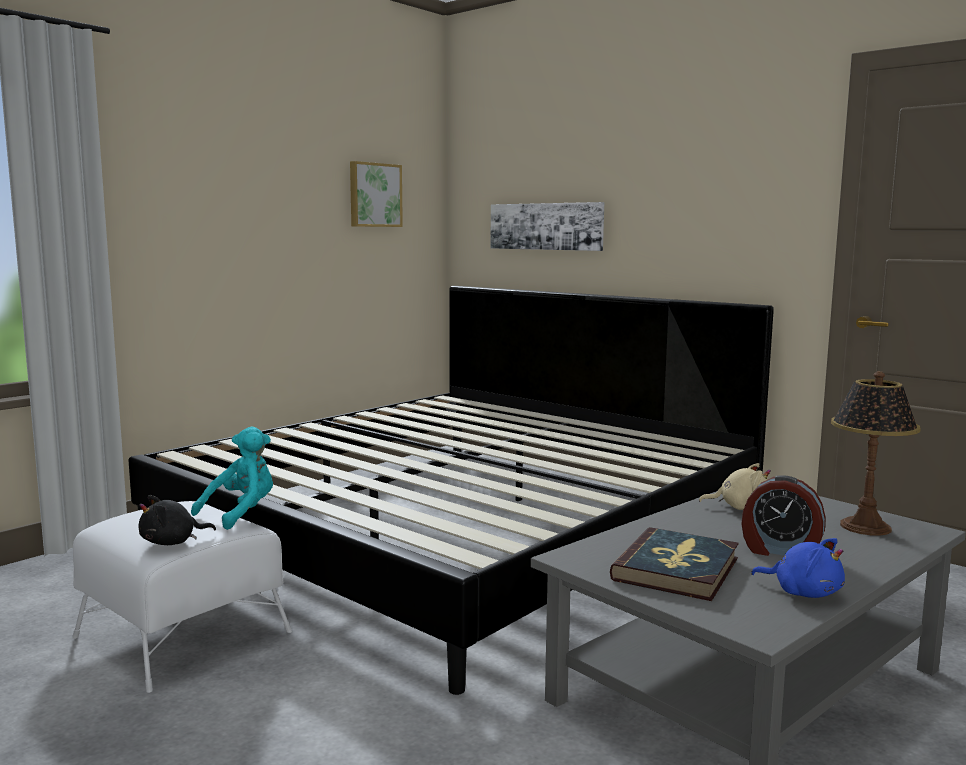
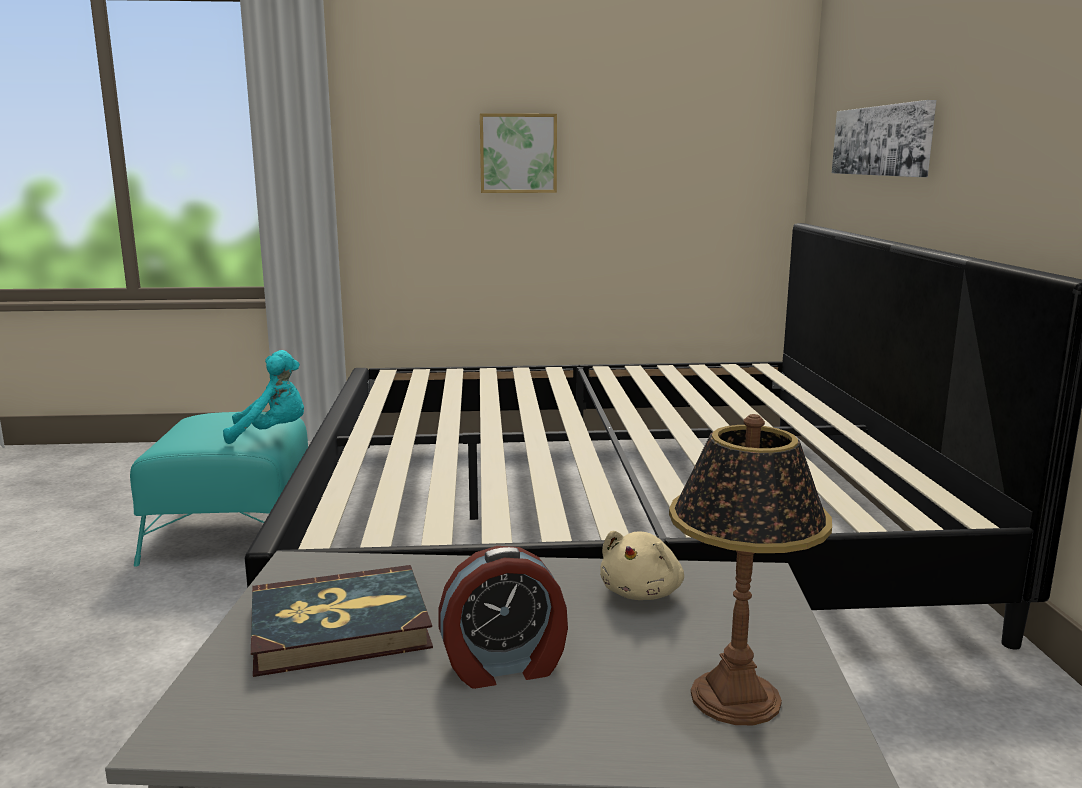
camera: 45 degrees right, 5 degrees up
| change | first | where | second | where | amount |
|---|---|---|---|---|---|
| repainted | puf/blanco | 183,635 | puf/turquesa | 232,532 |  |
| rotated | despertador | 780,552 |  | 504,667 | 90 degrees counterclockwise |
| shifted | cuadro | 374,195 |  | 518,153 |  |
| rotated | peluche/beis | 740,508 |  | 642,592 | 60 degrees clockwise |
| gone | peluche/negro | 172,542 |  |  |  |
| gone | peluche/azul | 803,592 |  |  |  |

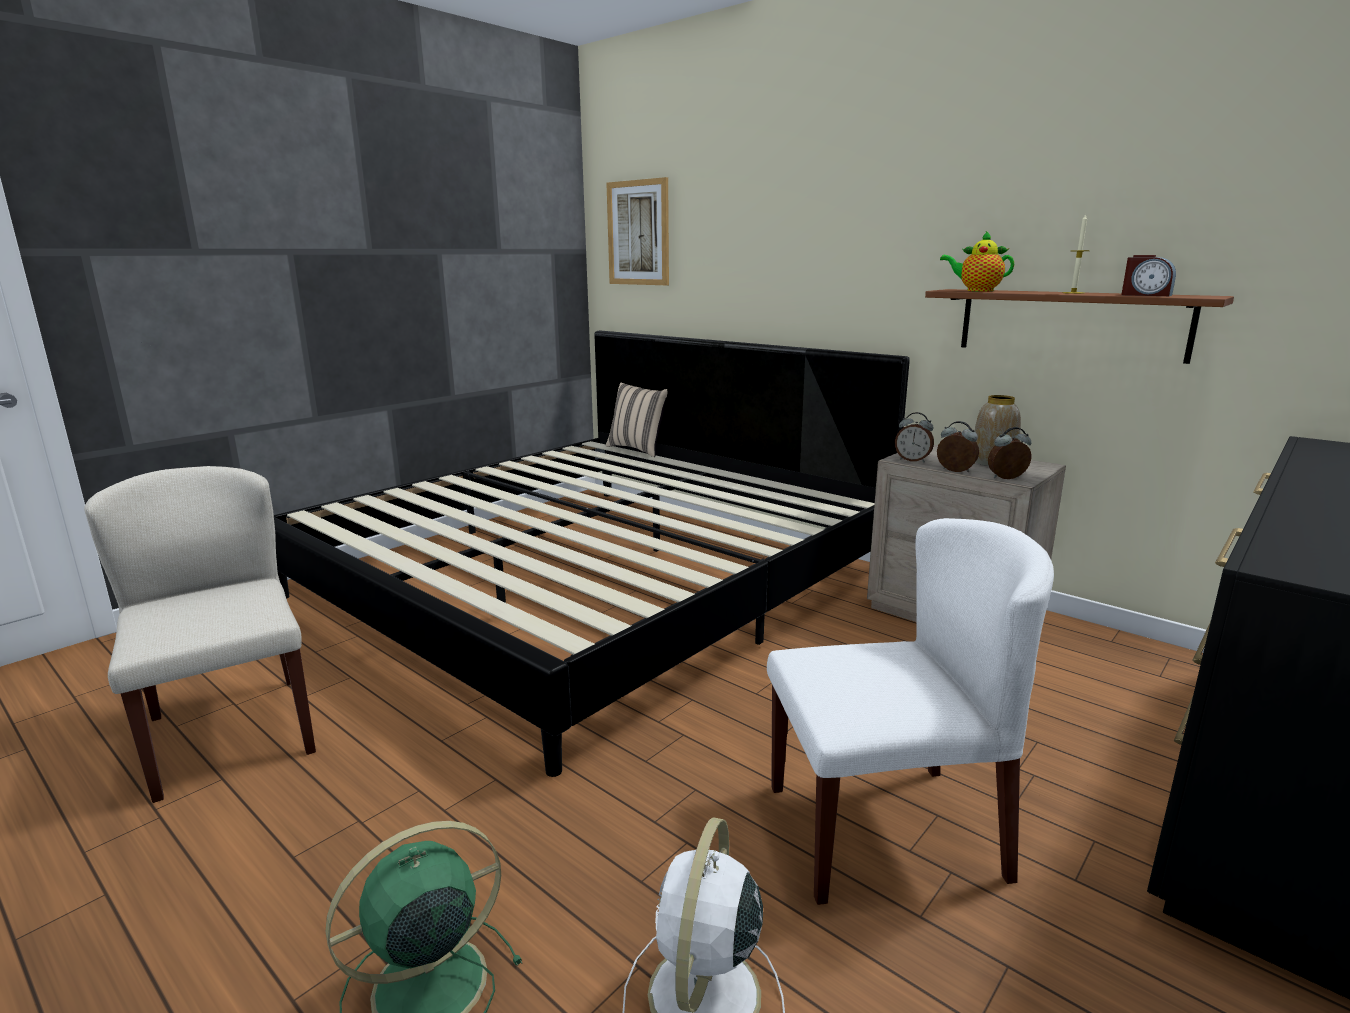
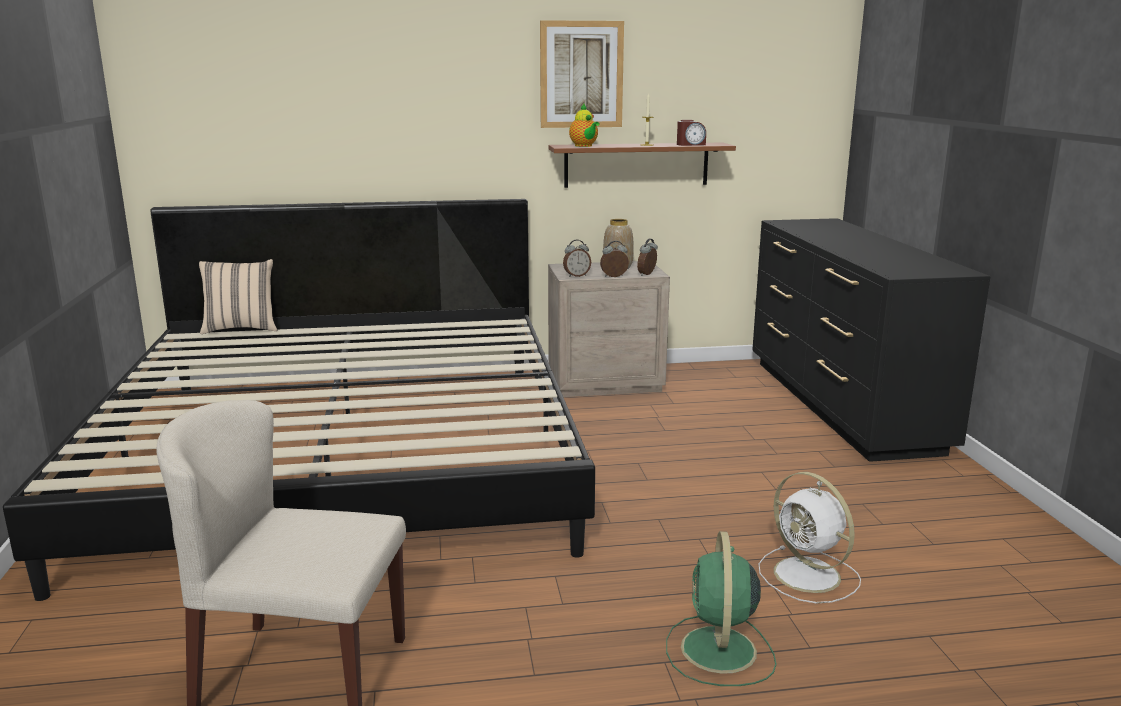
camera: 50 degrees left, 0 degrees up
| change | first | where | second | where | amount |
|---|---|---|---|---|---|
| shifted | cuadro | 638,233 |  | 581,74 |  |
| rotated | tetera | 976,290 |  | 584,146 | 90 degrees counterclockwise |
| gone | silla/blanco | 885,829 |  |  |  |

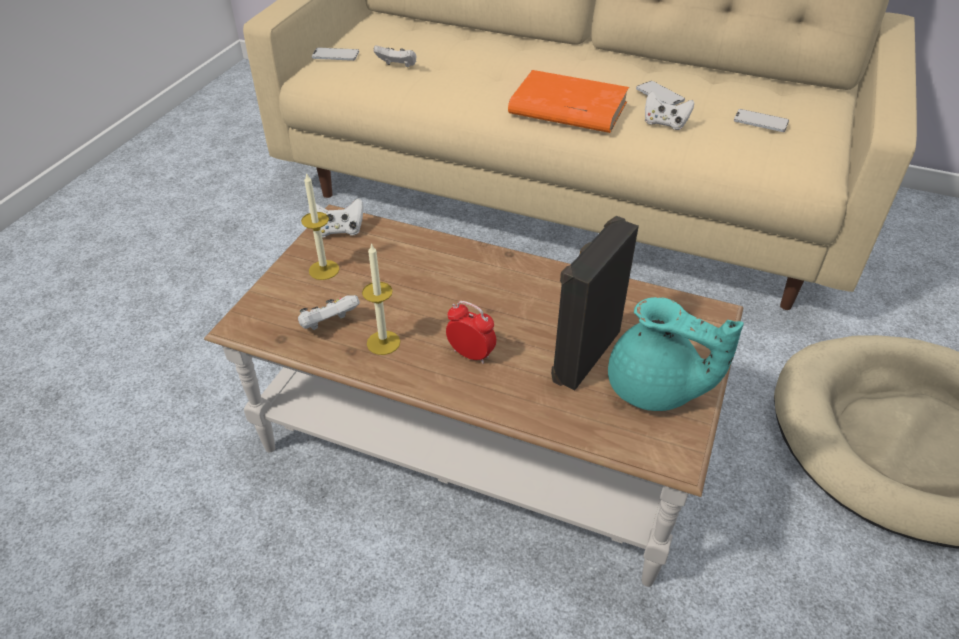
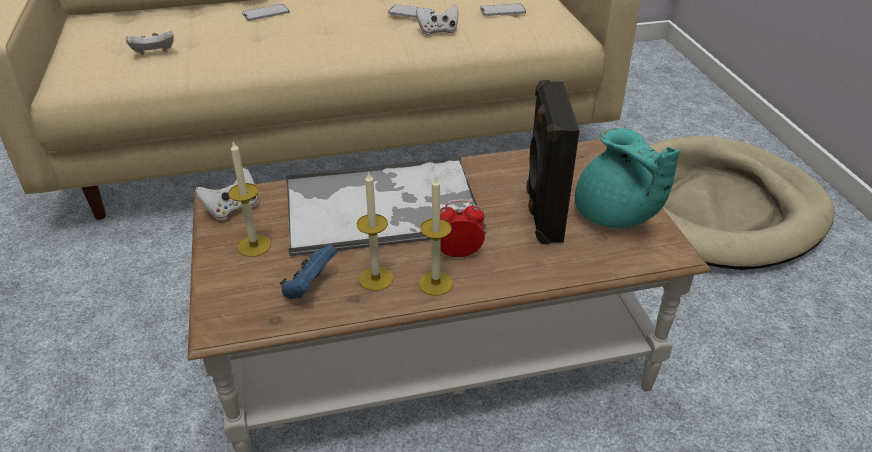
camera: 35 degrees left, 5 degrees down
| change | first | where | second | where | amount |
|---|---|---|---|---|---|
| shifted | móvil | 335,55 |  | 266,13 |  |
| repainted | mando de consola/blanco | 329,324 | mando de consola/azul | 309,287 |  |
| new |  |  | bandeja | 384,207 |  |
| new |  |  | vela | 435,283 |  |
| rotated | tetera/turquesa | 655,389 |  | 614,216 | 60 degrees clockwise |
| gone | libro/naranja | 567,108 |  |  |  |

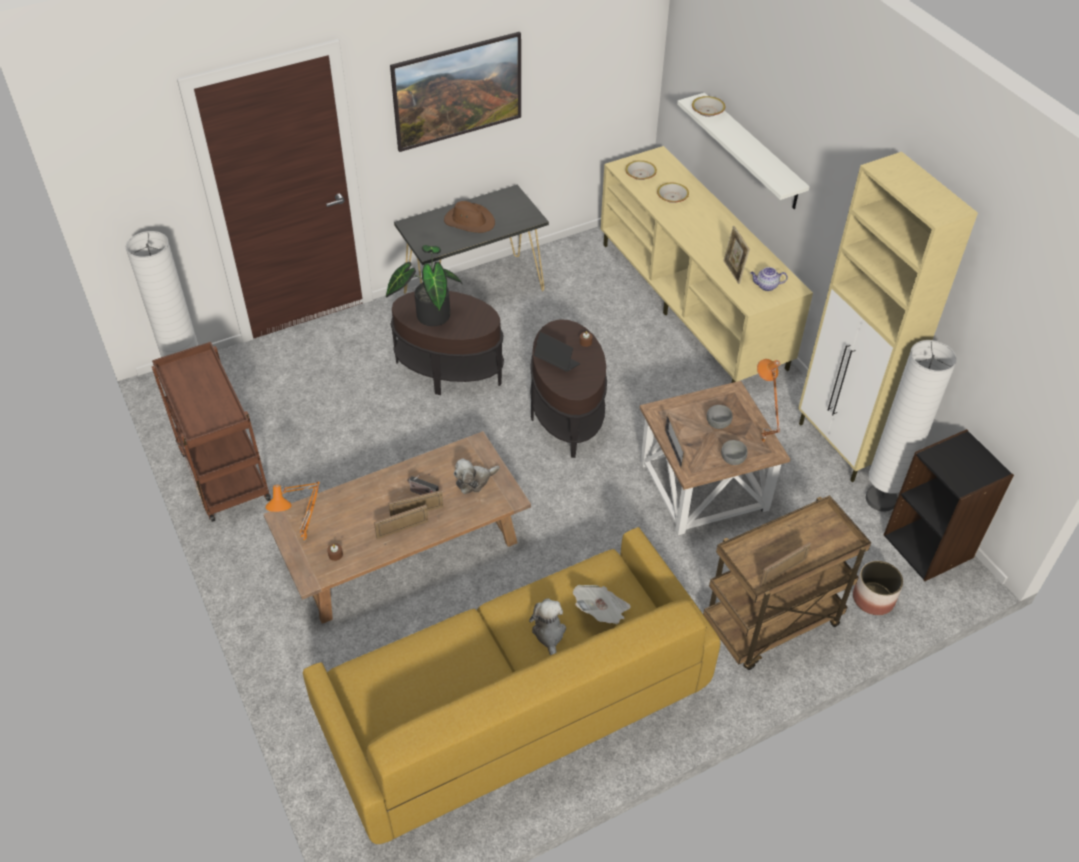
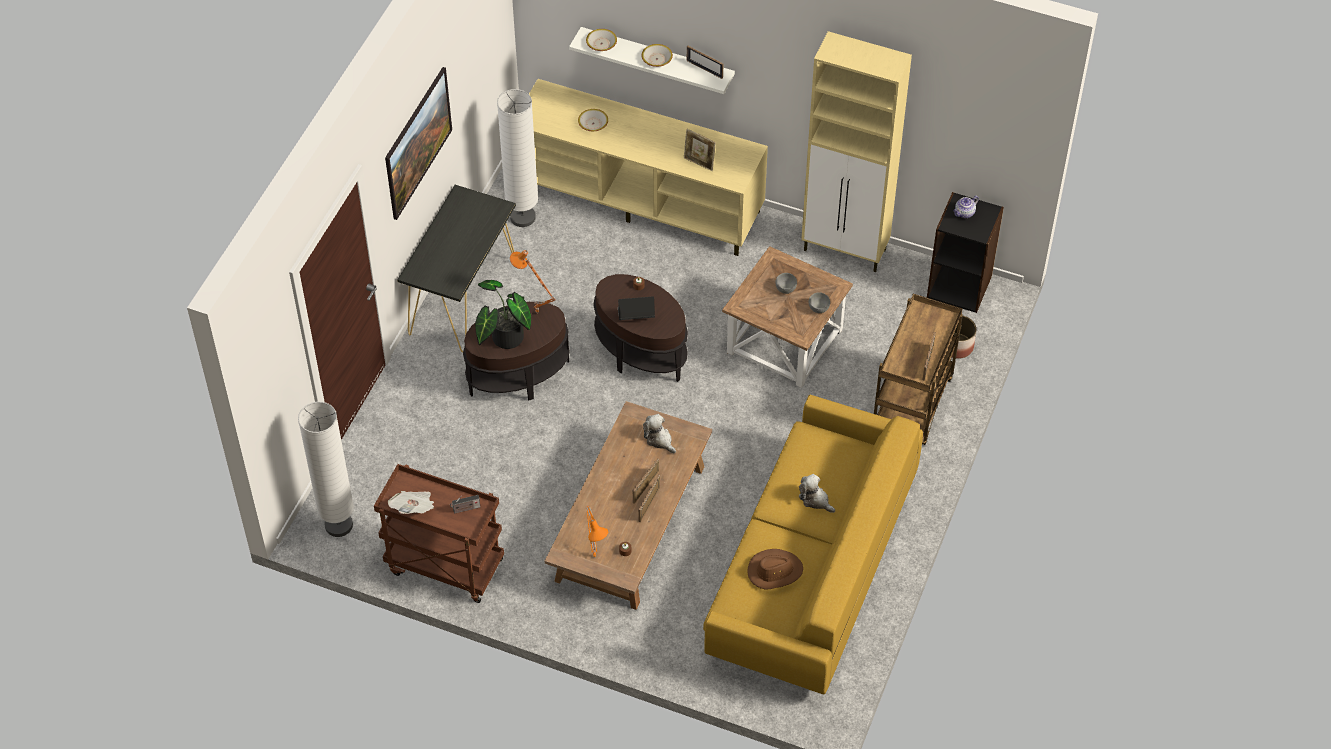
camera: 40 degrees left, 5 degrees up
| change | first | where | second | where | amount |
|---|---|---|---|---|---|
| shifted | periódico | 601,612 |  | 414,508 |  |
| shifted | radio | 423,494 |  | 465,509 |  |
| shifted | lámpara de pie/blanco | 880,499 |  | 522,217 |  |
| shifted | lámpara de mesa/naranja | 760,442 |  | 535,313 |  |
| shifted | cuenco | 640,174 |  | 656,59 |  |
| rotated | peluche | 474,481 |  | 659,439 | 120 degrees clockwise |
| shifted | portarretratos | 673,449 |  | 704,69 |  |
| shifted | sombrero/marrón | 469,221 |  | 774,571 |  |
| shifted | tetera | 766,286 |  | 964,213 |  |

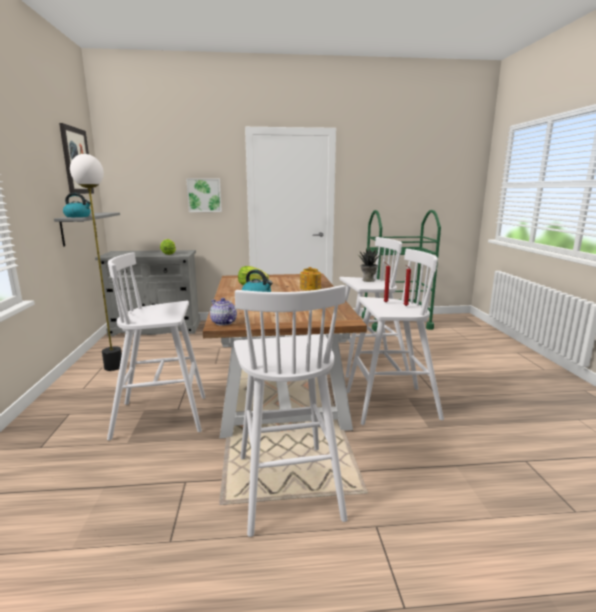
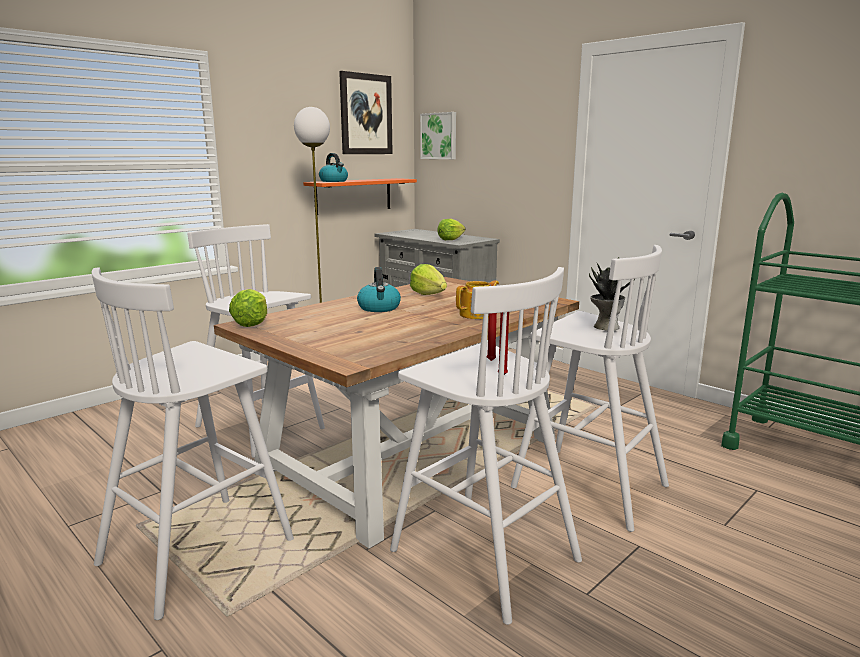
camera: 50 degrees right, 0 degrees up
| change | first | where | second | where | amount |
|---|---|---|---|---|---|
| swapped | tetera | 223,322 | lechuga | 252,323 |  |
| repainted | estante/gris | 79,228 | estante/naranja | 353,196 |  |
| shifted | cuadro | 204,195 |  | 439,136 |  |

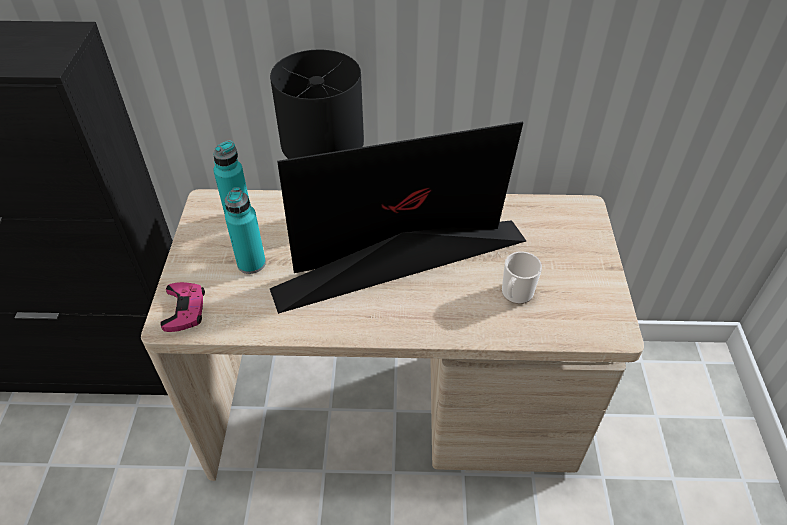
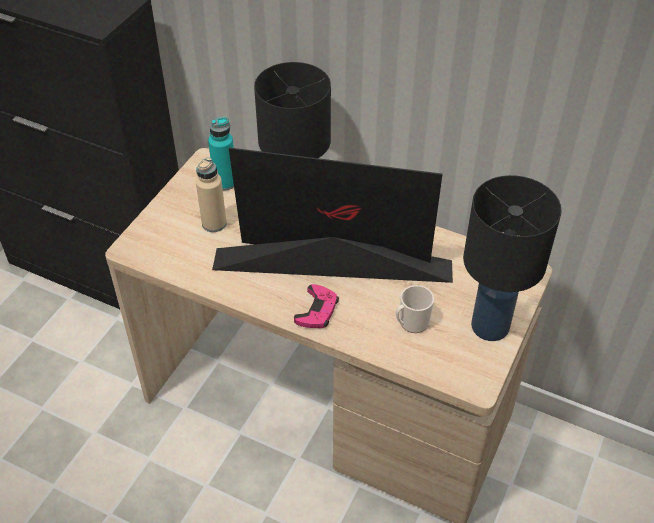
camera: 25 degrees right, 0 degrees up
| change | first | where | second | where | amount |
|---|---|---|---|---|---|
| repainted | botella/turquesa | 251,263 | botella/beis | 214,223 |  |
| shifted | mando de consola/rosa | 185,309 |  | 317,310 |  |
| new |  |  | lámpara de mesa/negro | 490,327 |  |

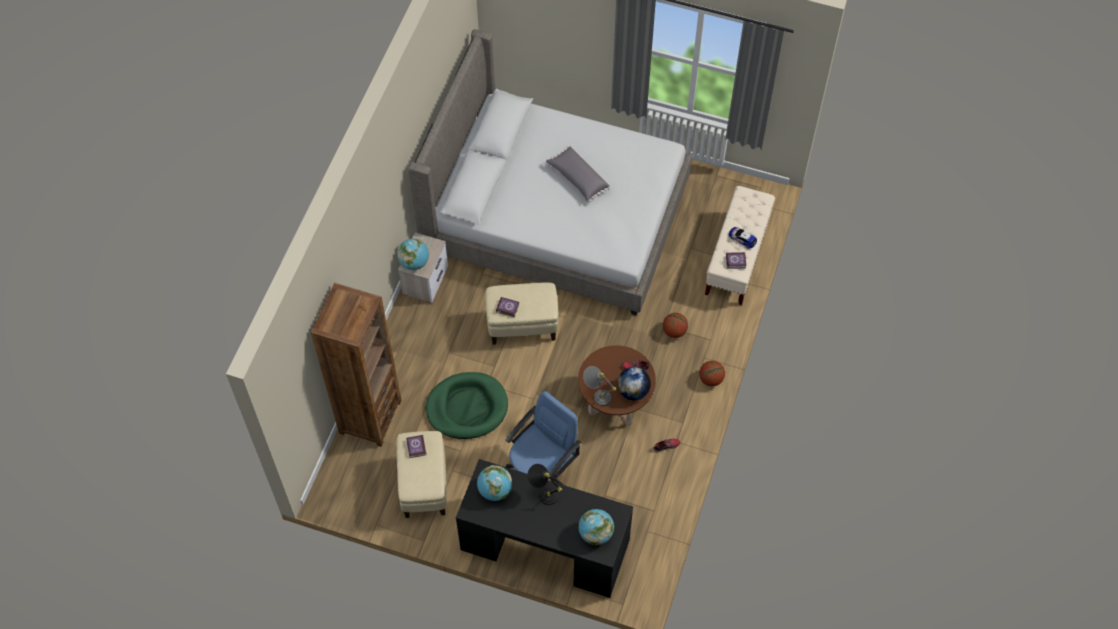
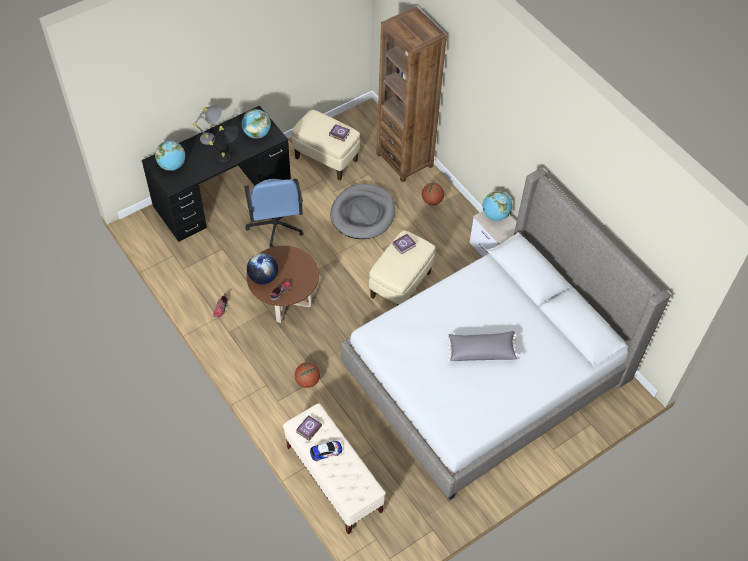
camera: 125 degrees right, 5 degrees down
| change | first | where | second | where | amount |
|---|---|---|---|---|---|
| shifted | lámpara de mesa/gris | 596,395 |  | 213,137 |  |
| repainted | cama para perro/verde | 467,407 | cama para perro/gris | 363,214 |  |
| shifted | balón de baloncesto | 711,379 |  | 432,201 |  |

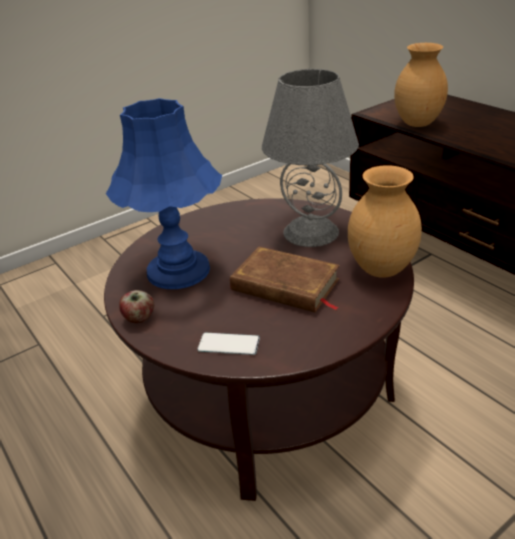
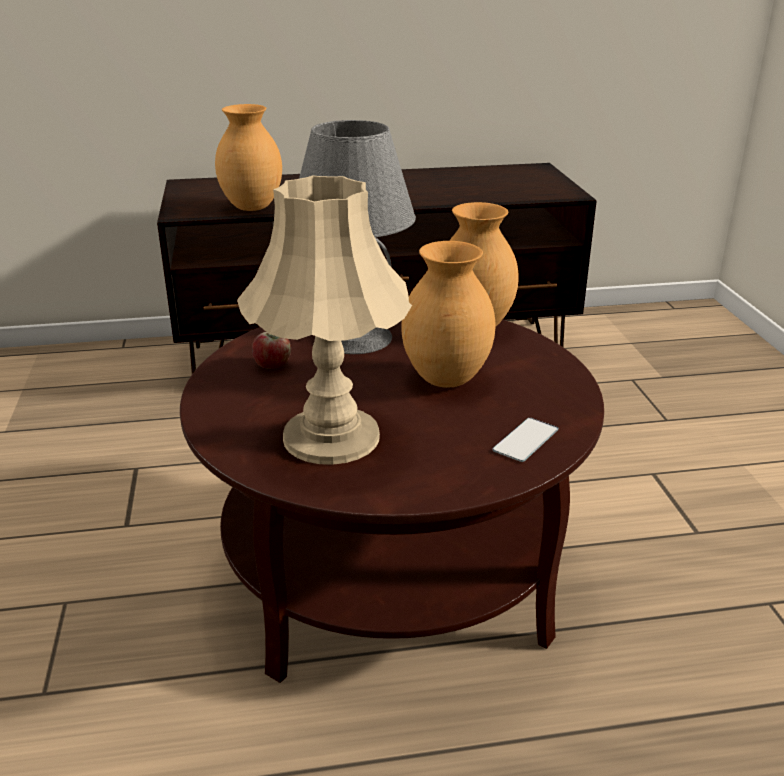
camera: 65 degrees left, 5 degrees down
| change | first | where | second | where | amount |
|---|---|---|---|---|---|
| repainted | lámpara de mesa/azul | 179,270 | lámpara de mesa/beis | 331,436 |  |
| shifted | manzana | 139,318 |  | 273,365 |  |
| swapped | libro/marrón | 285,285 | florero/marrón | 447,380 |  |

